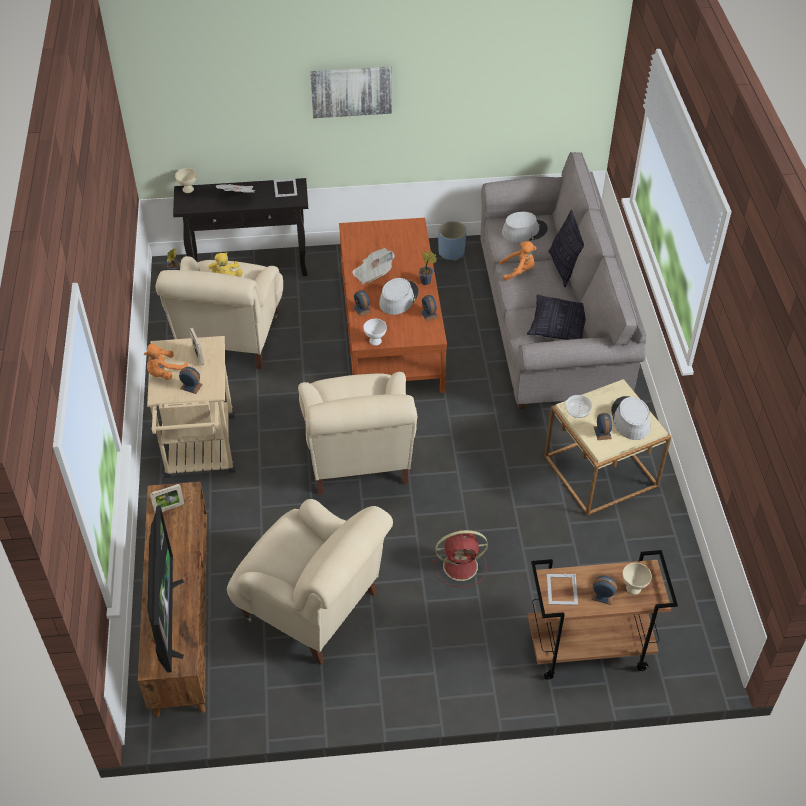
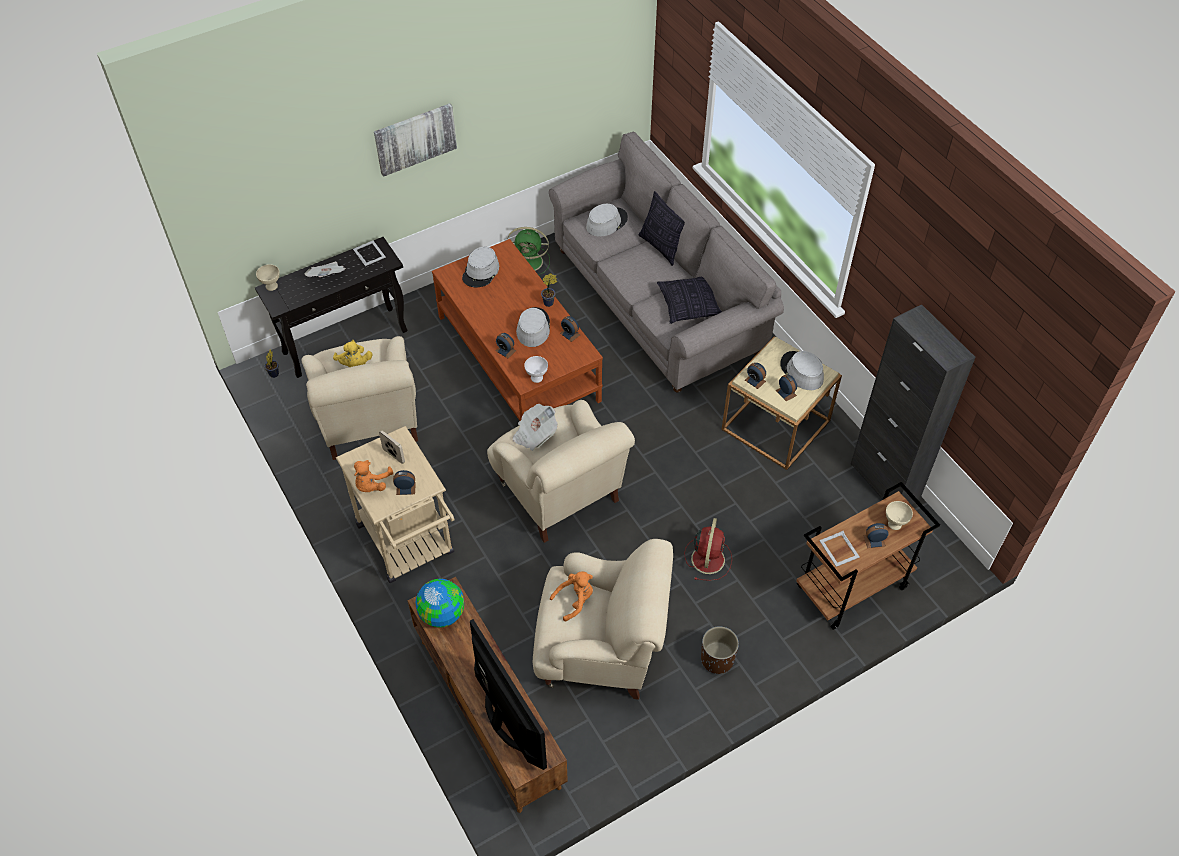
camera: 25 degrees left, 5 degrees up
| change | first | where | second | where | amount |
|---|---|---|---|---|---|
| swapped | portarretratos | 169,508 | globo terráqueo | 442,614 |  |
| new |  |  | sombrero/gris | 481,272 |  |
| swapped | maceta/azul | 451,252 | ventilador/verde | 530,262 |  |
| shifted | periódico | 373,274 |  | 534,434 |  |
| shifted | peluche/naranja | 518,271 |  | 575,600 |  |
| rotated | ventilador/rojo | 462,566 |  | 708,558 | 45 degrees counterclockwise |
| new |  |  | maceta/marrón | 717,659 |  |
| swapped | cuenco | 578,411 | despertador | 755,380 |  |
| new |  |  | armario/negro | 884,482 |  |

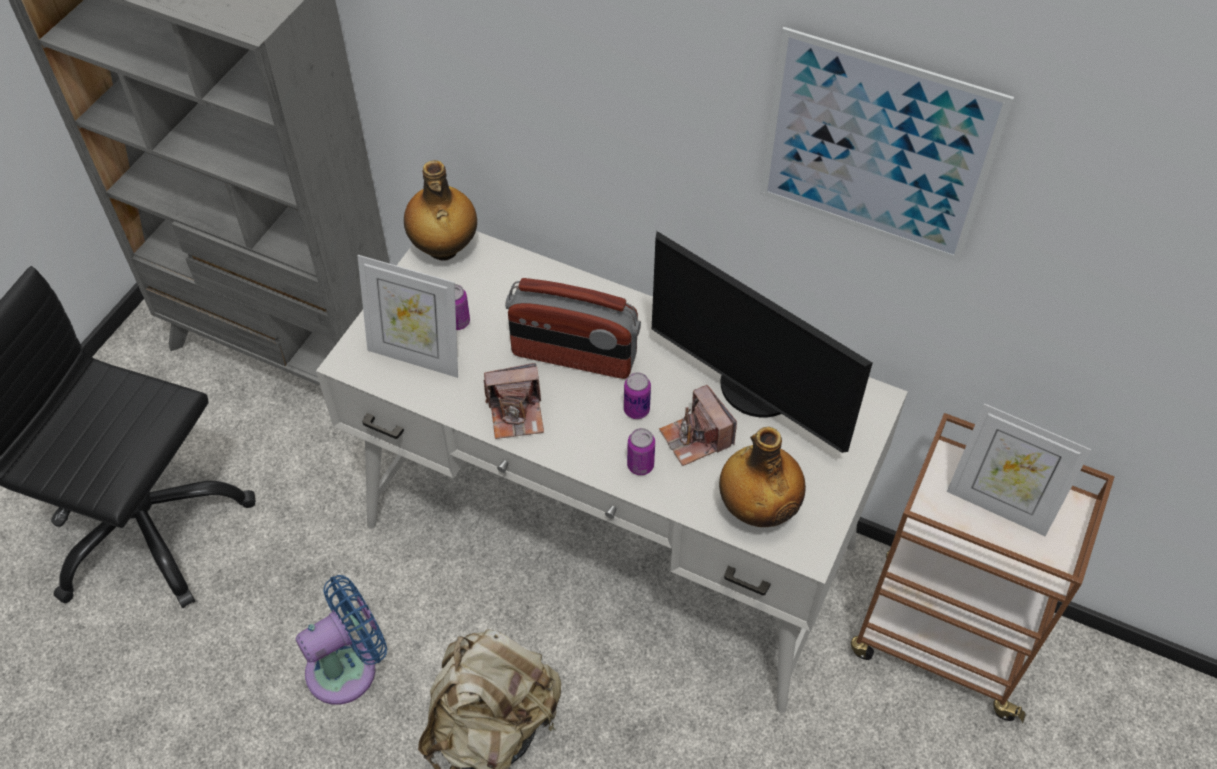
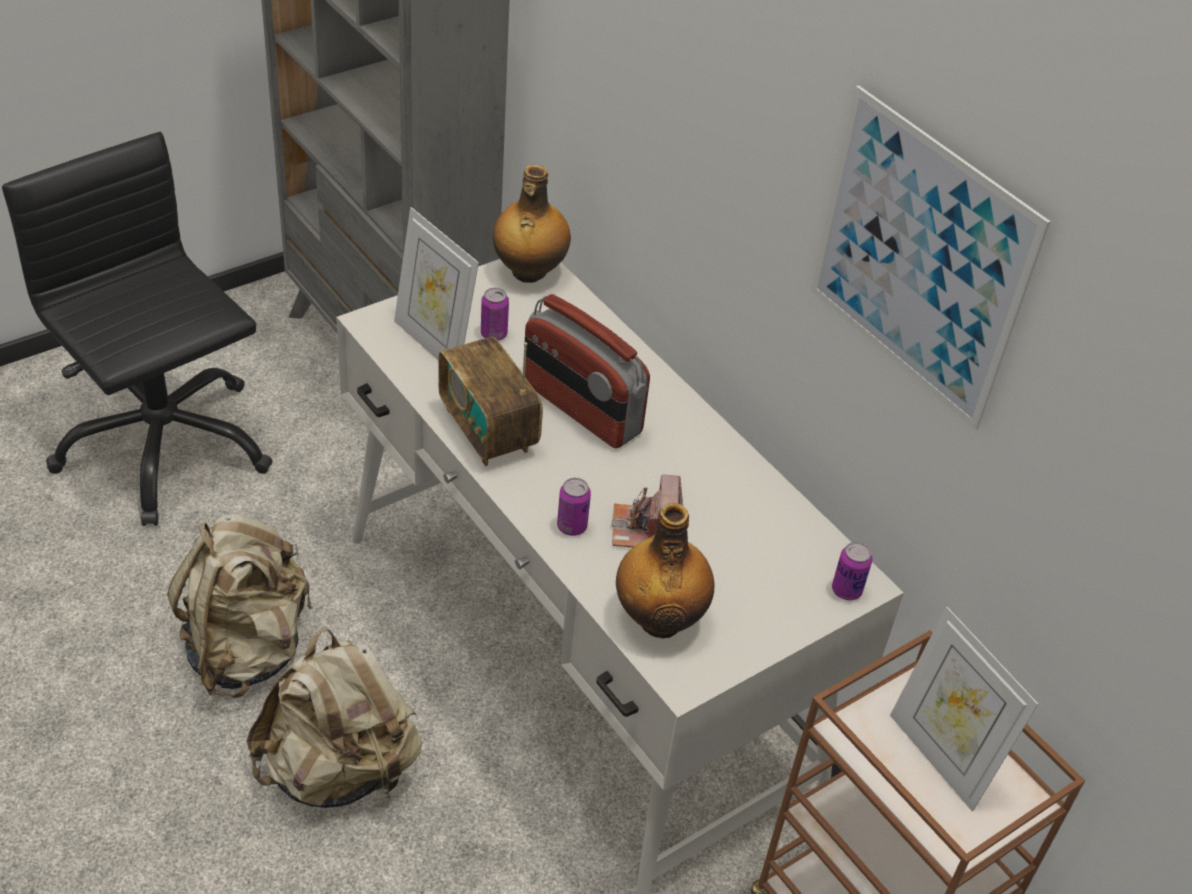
camera: 25 degrees right, 10 degrees down
| change | first | where | second | where | amount |
|---|---|---|---|---|---|
| swapped | ventilador/azul | 348,667 | mochila/beis | 247,649 |  |
| swapped | cámara | 516,413 | radio | 488,430 |  |
| shifted | lata | 636,410 |  | 846,590 |  |
| gone | monitor | 755,390 |  |  |  |

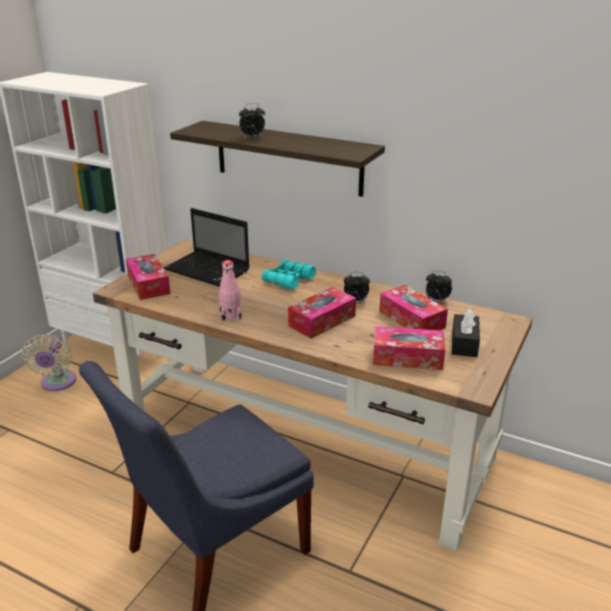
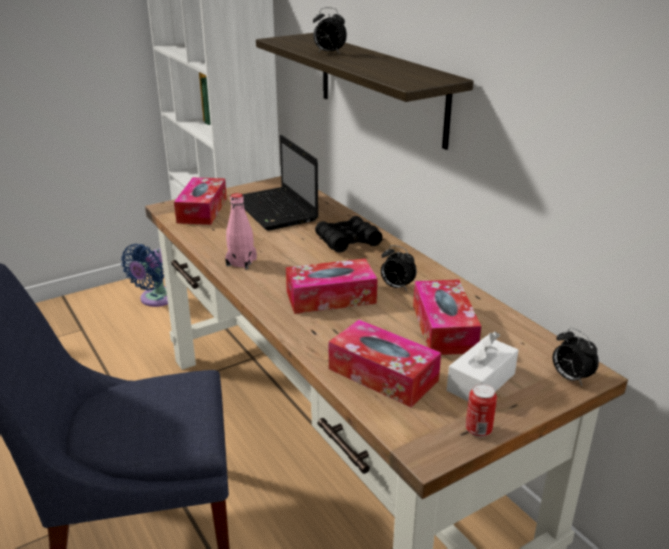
camera: 30 degrees right, 0 degrees up
| change | first | where | second | where | amount |
|---|---|---|---|---|---|
| repainted | ventilador/beis | 57,383 | ventilador/azul | 155,299 |  |
| repainted | prismáticos/turquesa | 288,280 | prismáticos/negro | 347,241 |  |
| repainted | caja de pañuelos/negro | 464,343 | caja de pañuelos/blanco | 481,382 |  |
| new |  |  | lata | 478,430 |  |
| shifted | despertador | 436,301 |  | 570,378 |  |

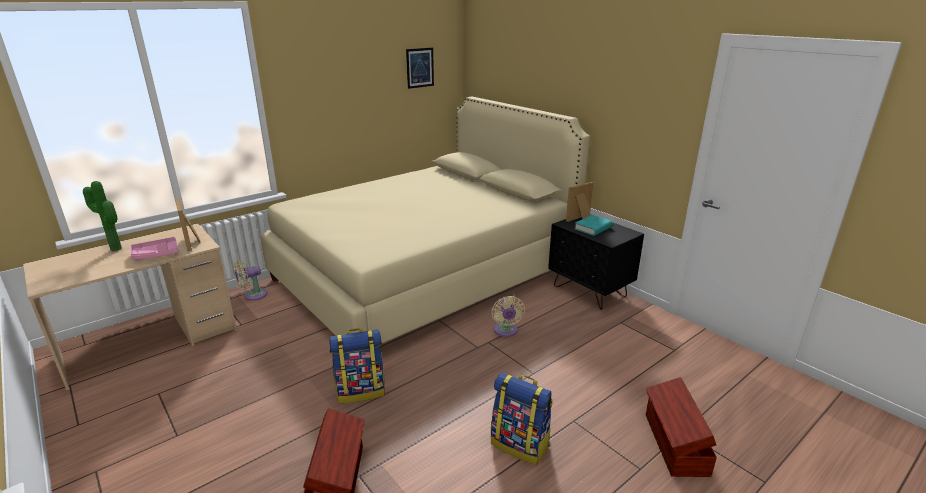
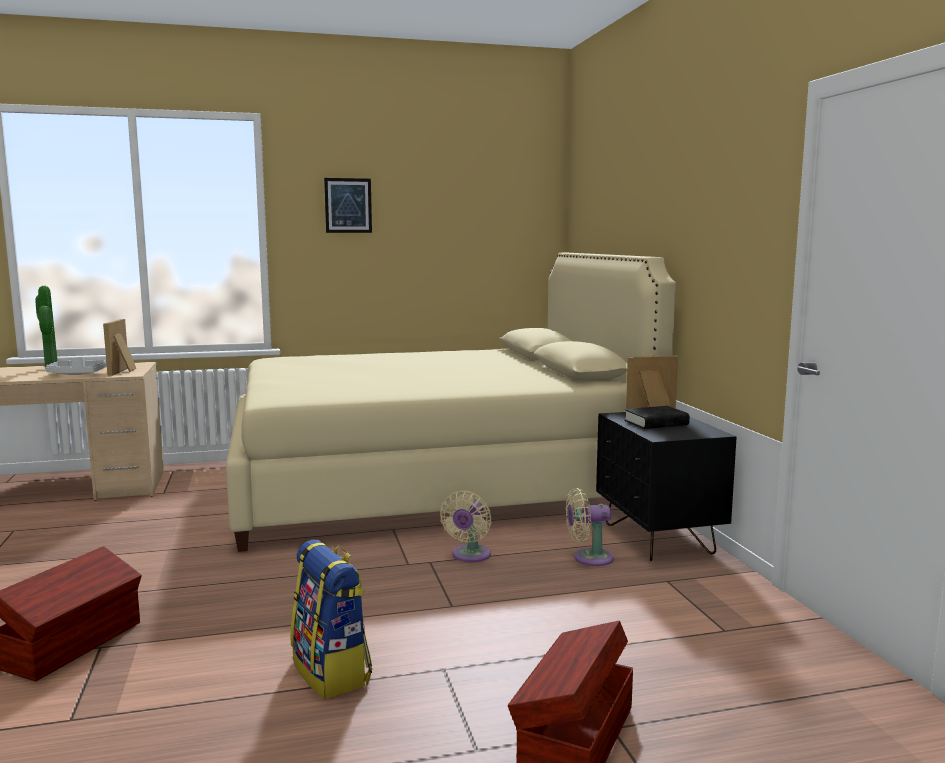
camera: 25 degrees right, 15 degrees down
| change | first | where | second | where | amount |
|---|---|---|---|---|---|
| repainted | bandeja/rosa | 156,254 | bandeja/gris | 76,374 |  |
| shifted | cuadro | 420,67 |  | 348,205 |  |
| shifted | ventilador/beis | 253,295 |  | 589,558 |  |
| repainted | libro/turquesa | 593,228 | libro/negro | 656,423 |  |
| gone | mochila | 361,390 |  |  |  |

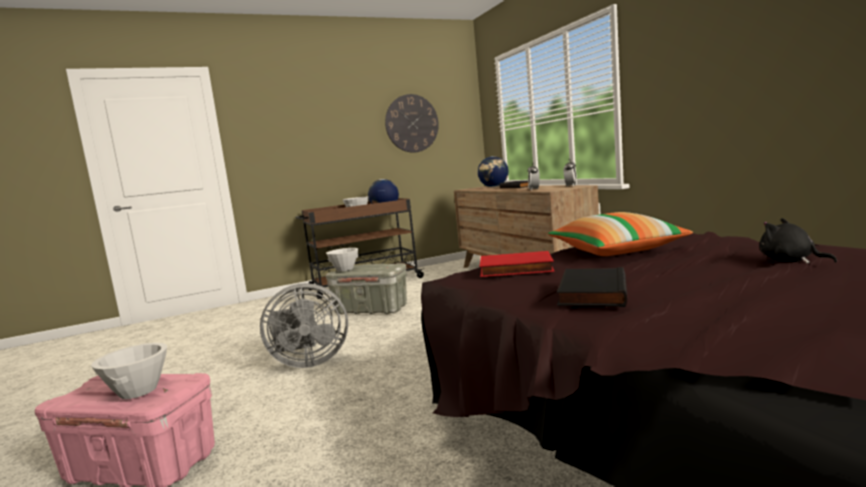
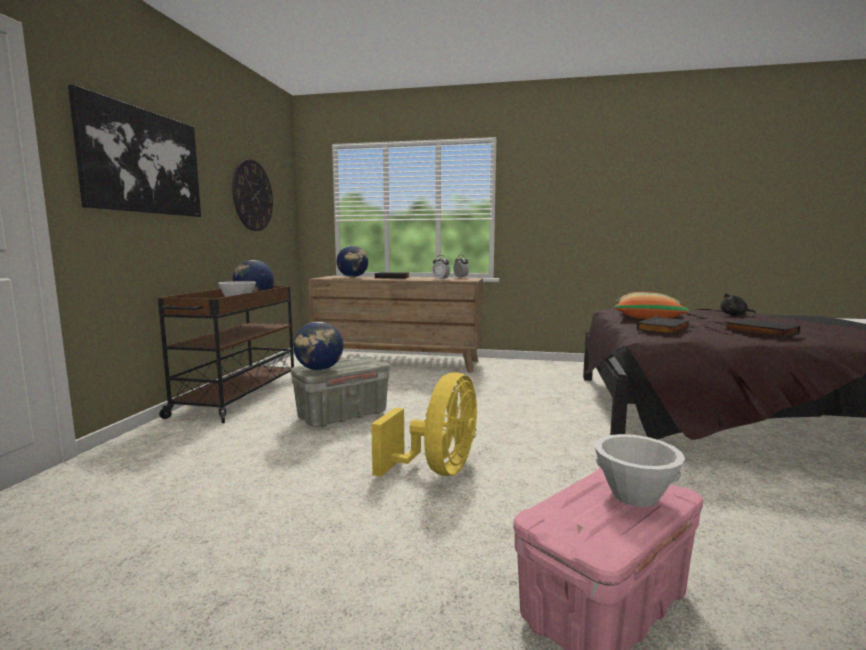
camera: 55 degrees left, 0 degrees up
| change | first | where | second | where | amount |
|---|---|---|---|---|---|
| new |  |  | cuadro | 142,161 |  |
| swapped | cuenco/blanco | 345,269 | globo terráqueo | 319,369 |  |
| repainted | ventilador/gris | 308,362 | ventilador/amarillo | 438,470 |  |
| repainted | libro/rojo | 515,269 | libro/negro | 664,329 |  |

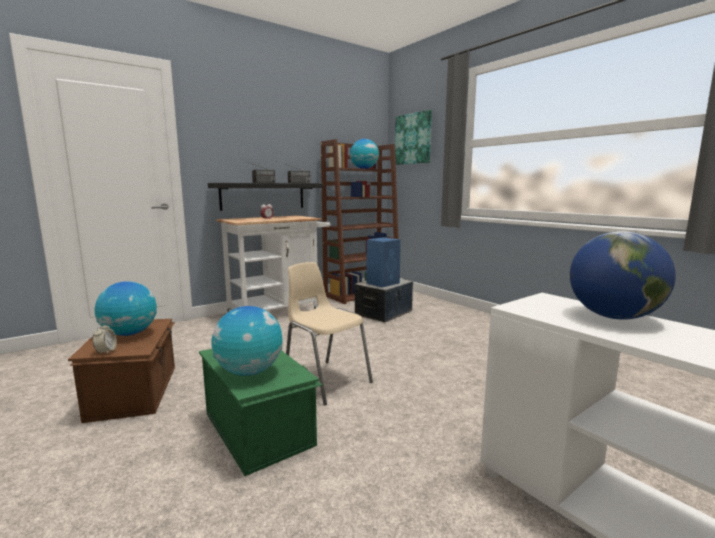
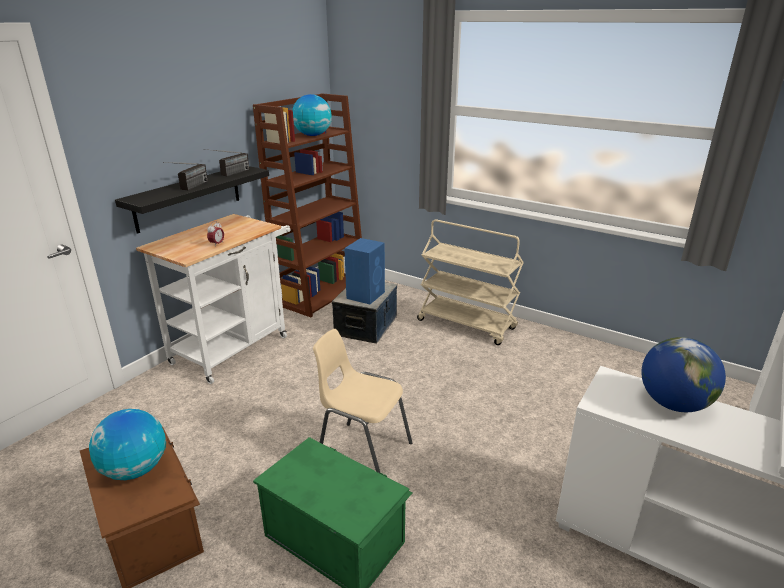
camera: 20 degrees left, 15 degrees up
| change | first | where | second | where | amount |
|---|---|---|---|---|---|
| new |  |  | carrito/beis | 467,324 |  |
| gone | despertador | 106,351 |  |  |  |
| gone | globo terráqueo | 250,372 |  |  |  |
| gone | cuadro | 413,139 |  |  |  |

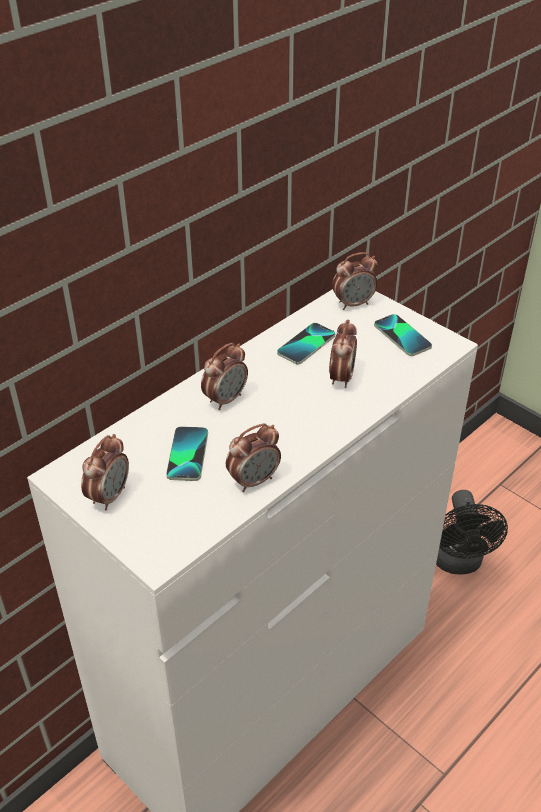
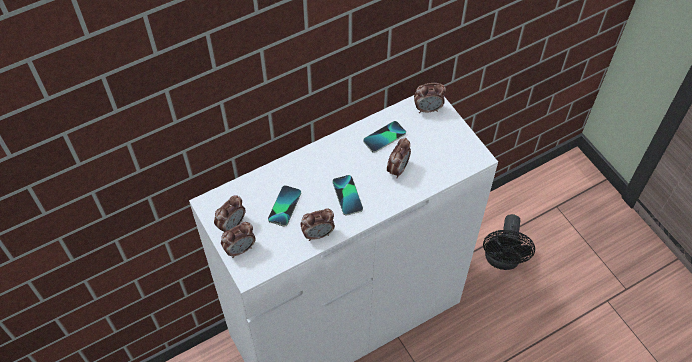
camera: 15 degrees right, 15 degrees up
| change | first | where | second | where | amount |
|---|---|---|---|---|---|
| shifted | despertador | 225,399 |  | 240,249 |  |
| shifted | móvil | 402,336 |  | 347,195 |  |

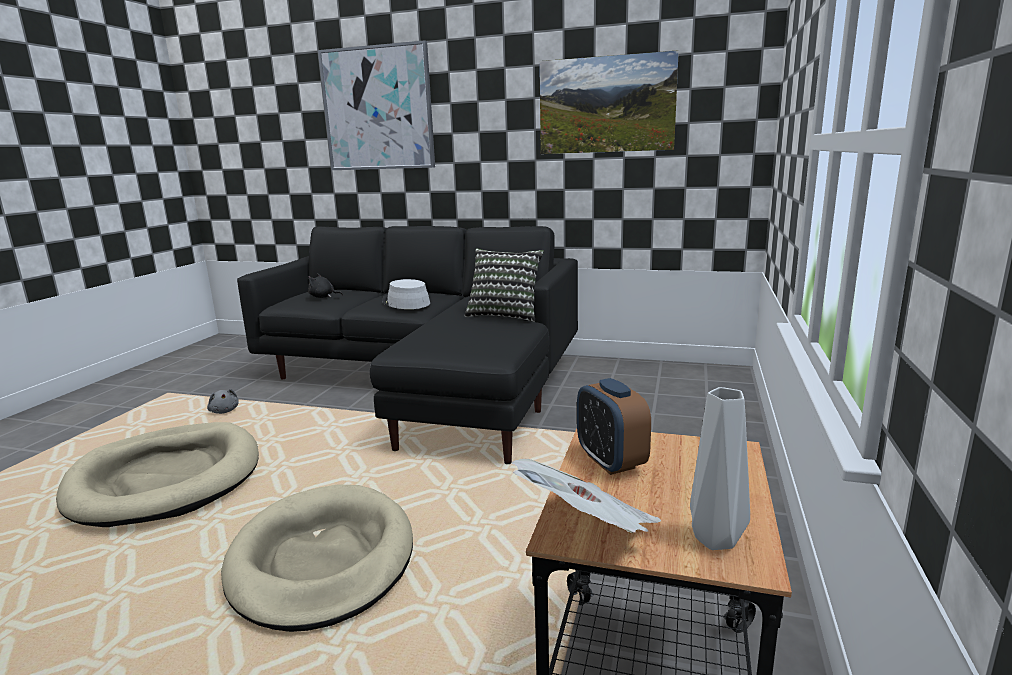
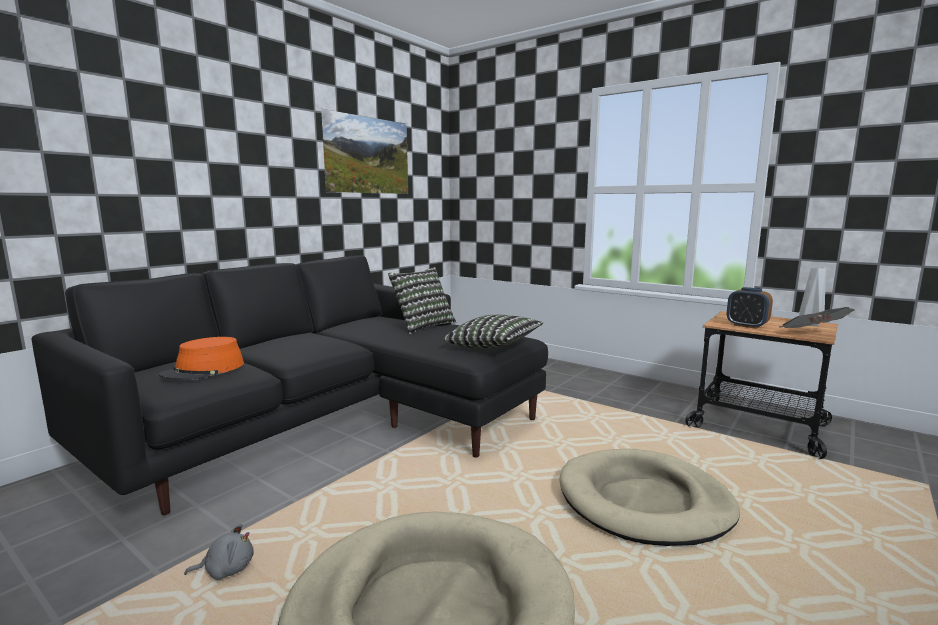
camera: 70 degrees left, 5 degrees down
| change | first | where | second | where | amount |
|---|---|---|---|---|---|
| swapped | peluche/negro | 323,297 | sombrero/naranja | 204,370 |  |
| new |  |  | cojín | 494,347 |  |
| rotated | despertador | 610,461 |  | 746,326 | 45 degrees clockwise |
| gone | cuadro | 378,109 |  |  |  |
| gone | sombrero/gris | 405,302 |  |  |  |

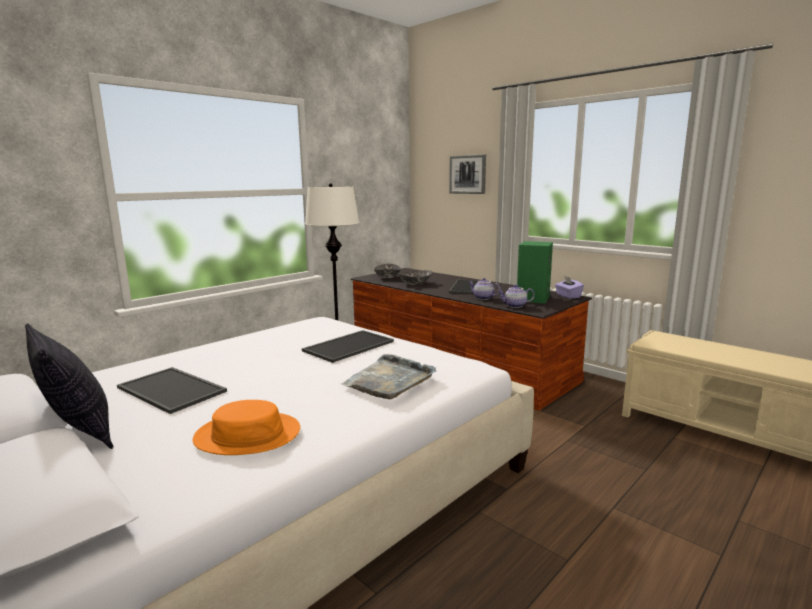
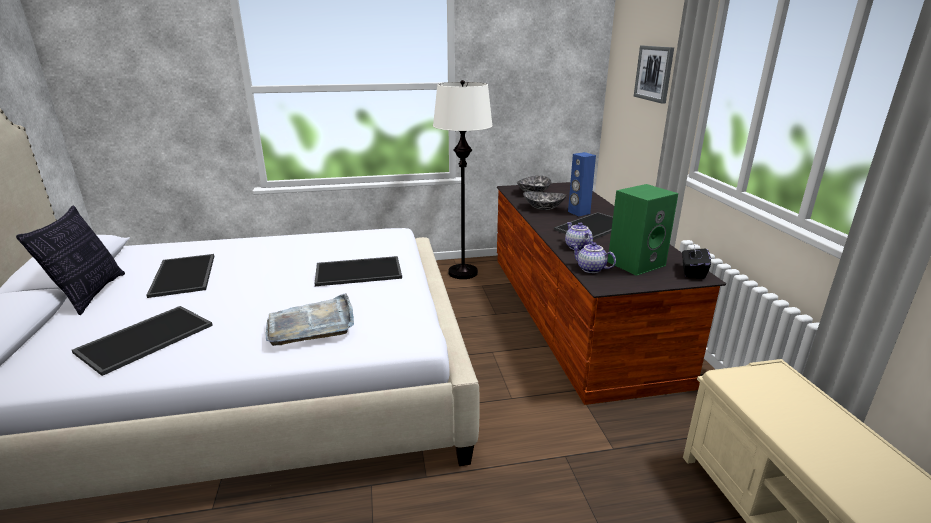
camera: 35 degrees right, 10 degrees up
| change | first | where | second | where | amount |
|---|---|---|---|---|---|
| swapped | sombrero/naranja | 248,435 | bandeja | 146,337 |  |
| new |  |  | altavoz/azul | 578,213 |  |
| repainted | caja de pañuelos/morado | 568,296 | caja de pañuelos/negro | 692,272 |  |

